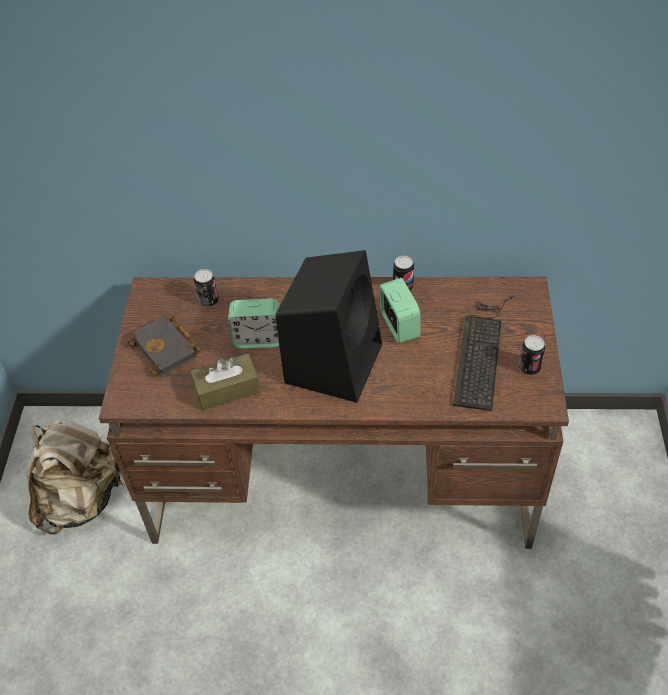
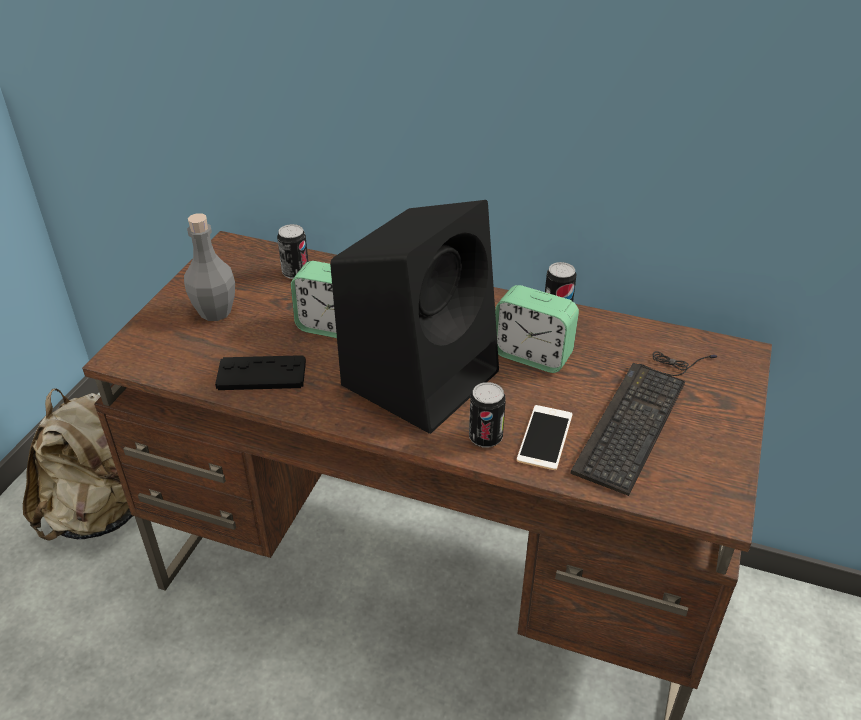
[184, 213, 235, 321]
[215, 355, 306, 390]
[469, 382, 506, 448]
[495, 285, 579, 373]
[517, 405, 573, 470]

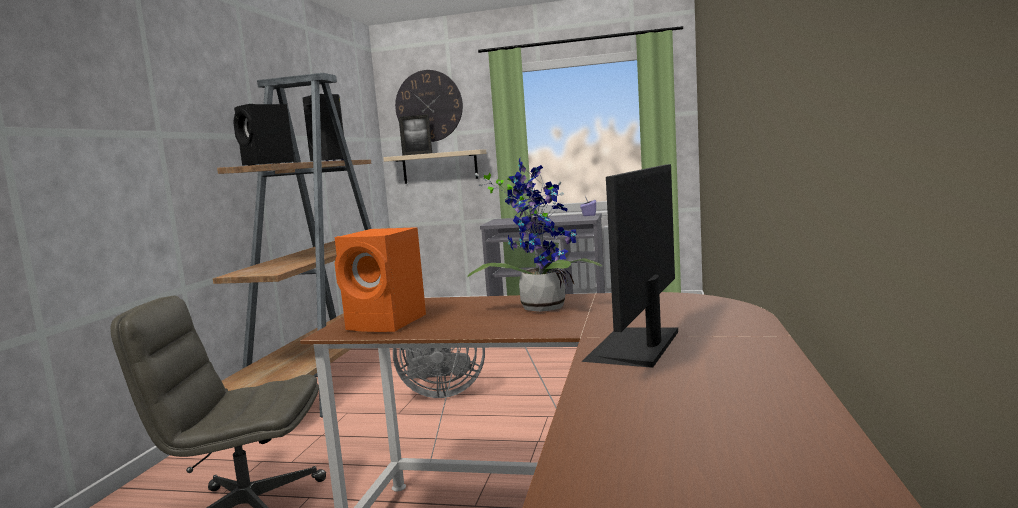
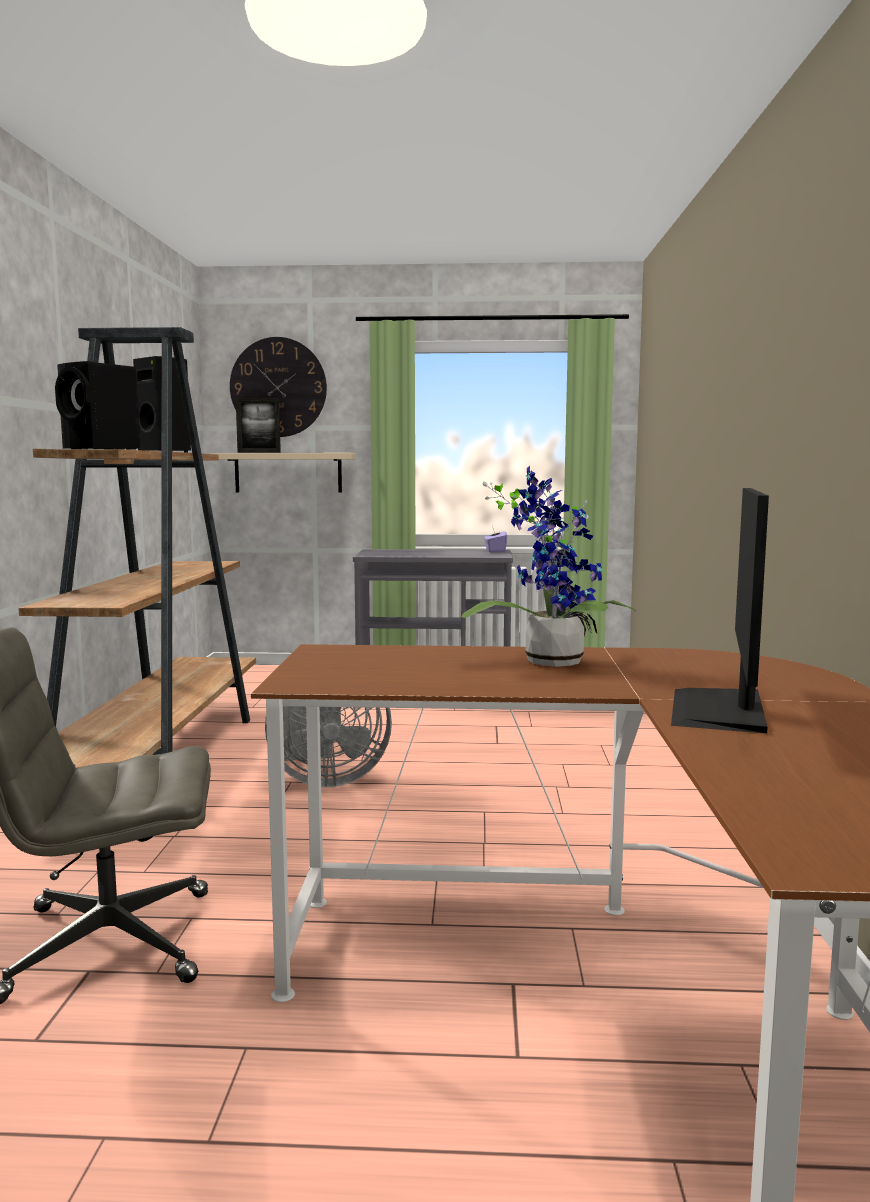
[335, 227, 426, 332] (first image)

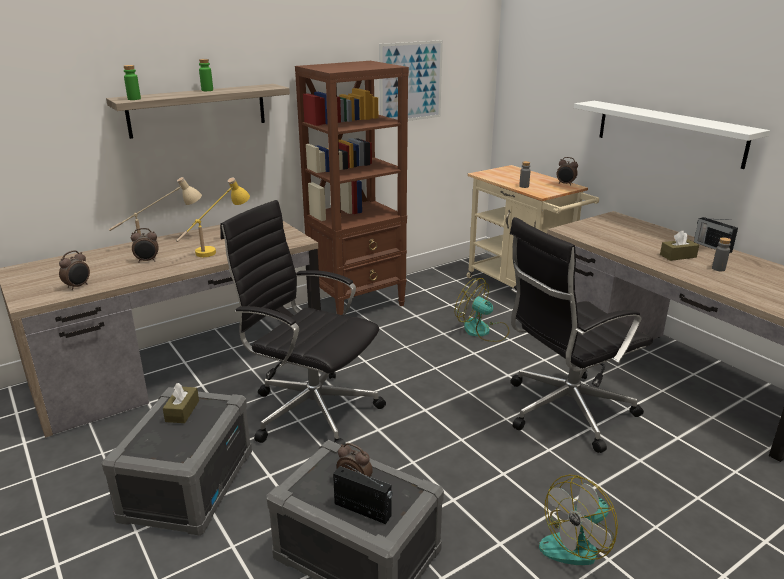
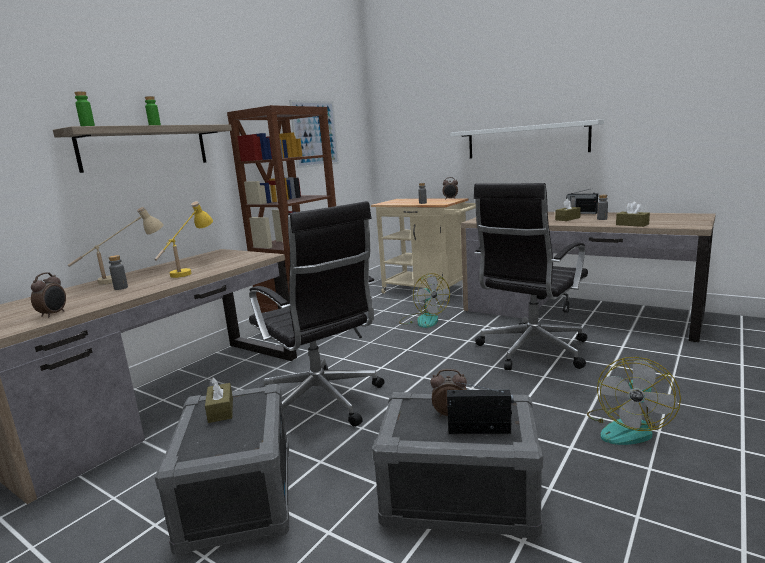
[108, 255, 128, 290]
[249, 201, 384, 427]
[399, 273, 450, 328]
[616, 202, 650, 227]

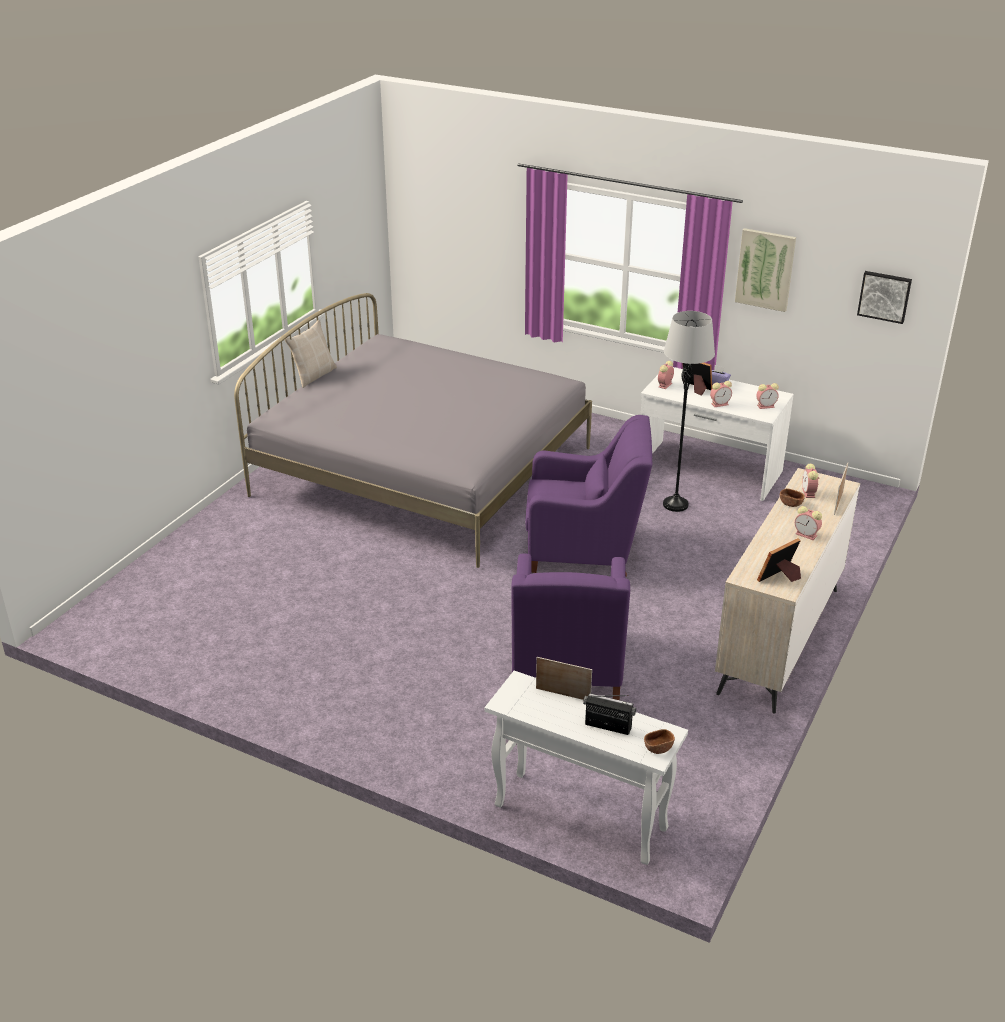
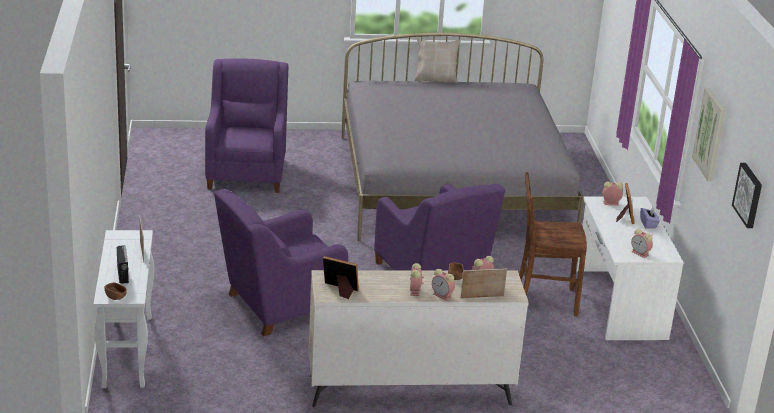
[205, 58, 289, 193]
[432, 269, 455, 301]
[519, 172, 587, 316]

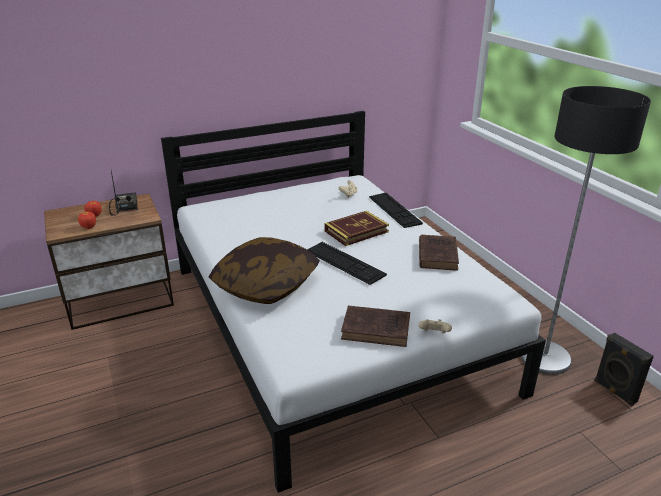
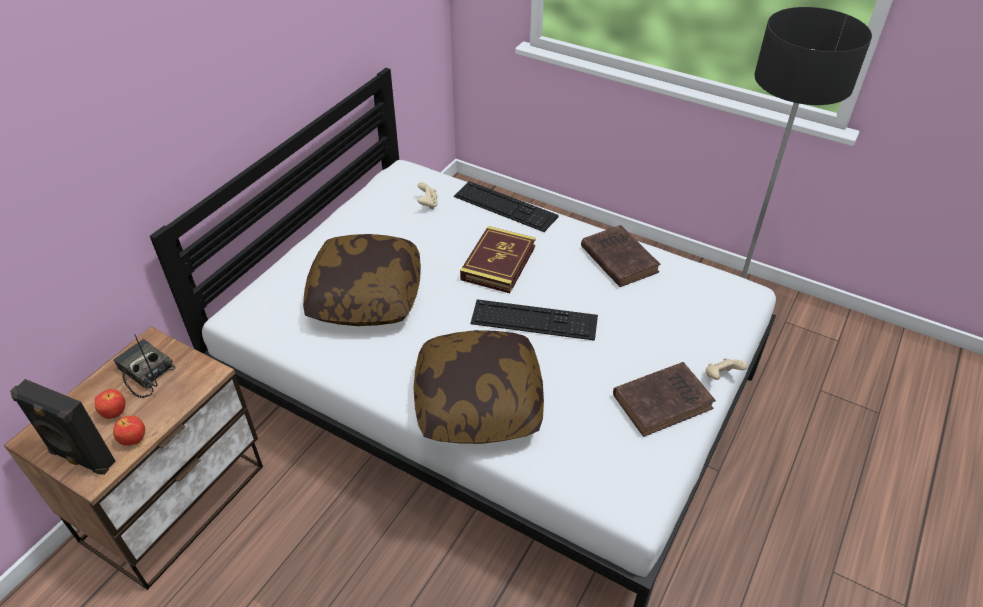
[10, 379, 115, 475]
[303, 234, 421, 326]

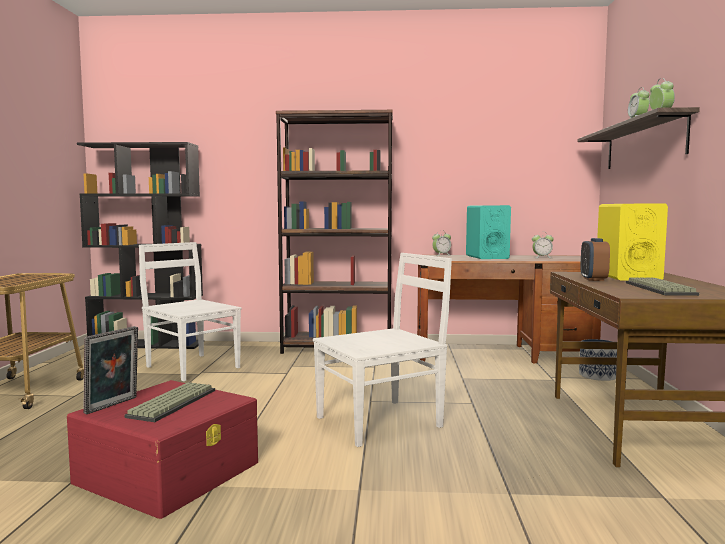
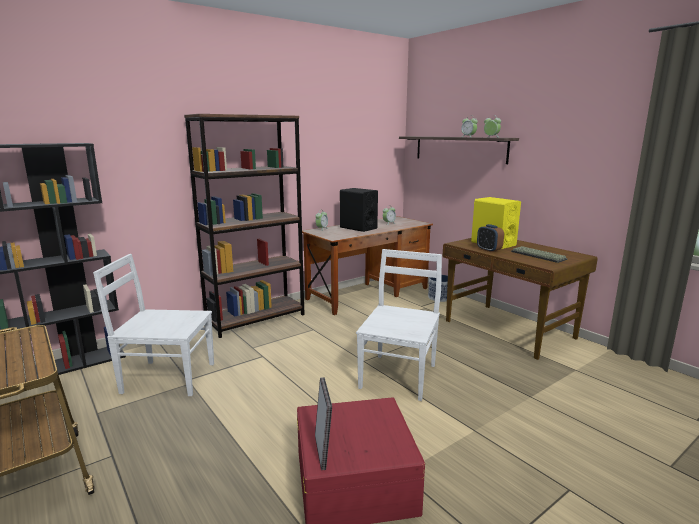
[340, 188, 378, 232]
[125, 382, 215, 422] (first image)

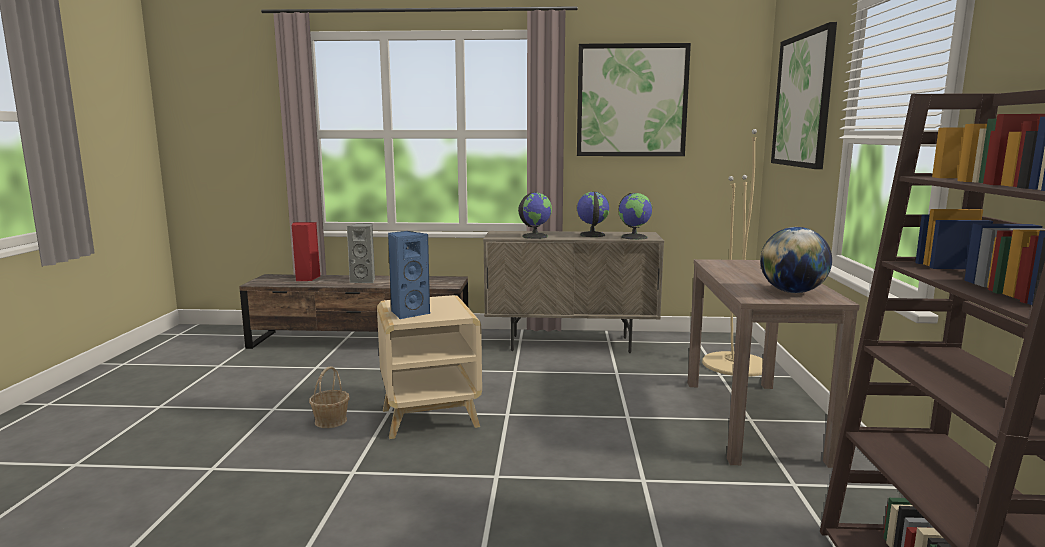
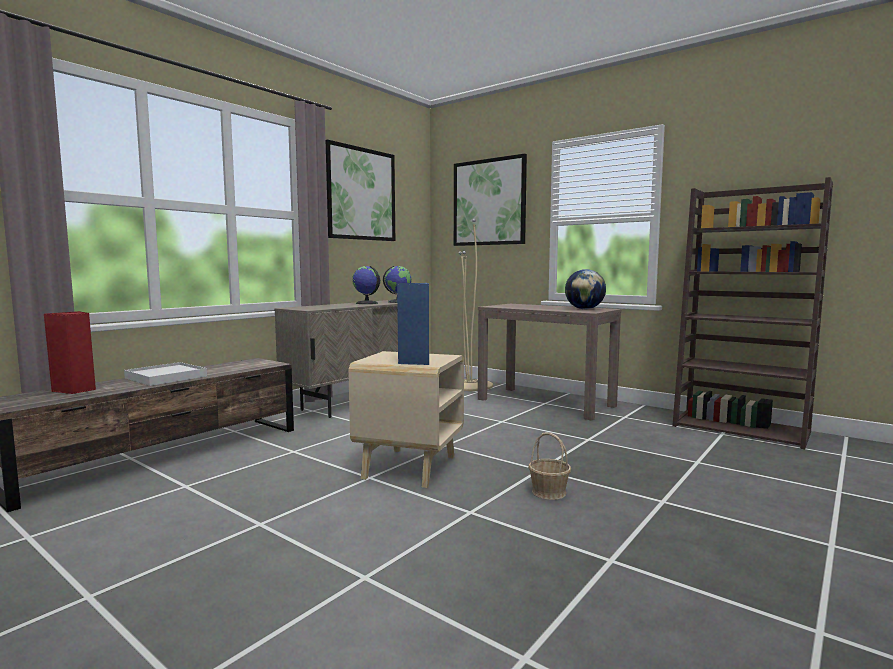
[124, 362, 207, 386]
[528, 432, 571, 500]
[518, 192, 552, 239] (first image)

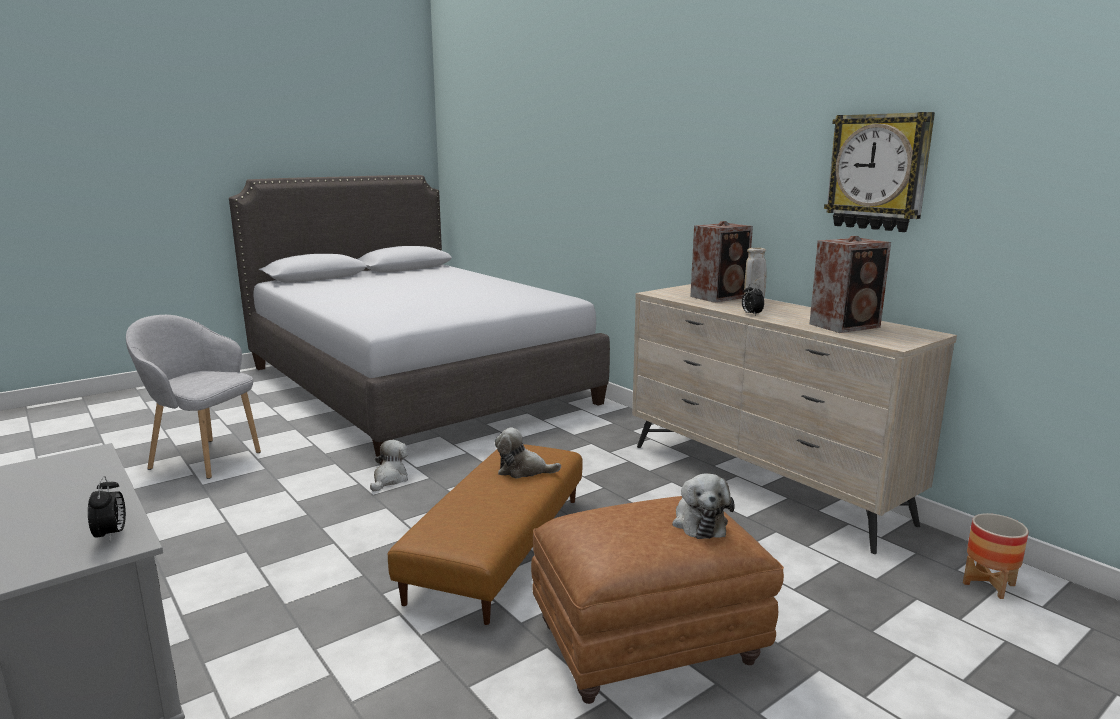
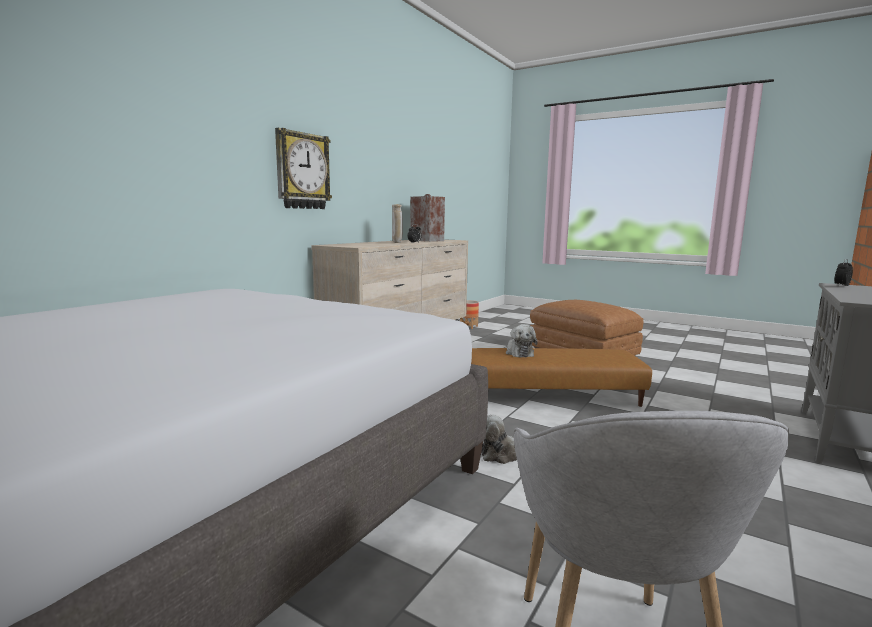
[275, 128, 332, 209]
[672, 473, 735, 539] (first image)
[690, 221, 753, 303] (first image)

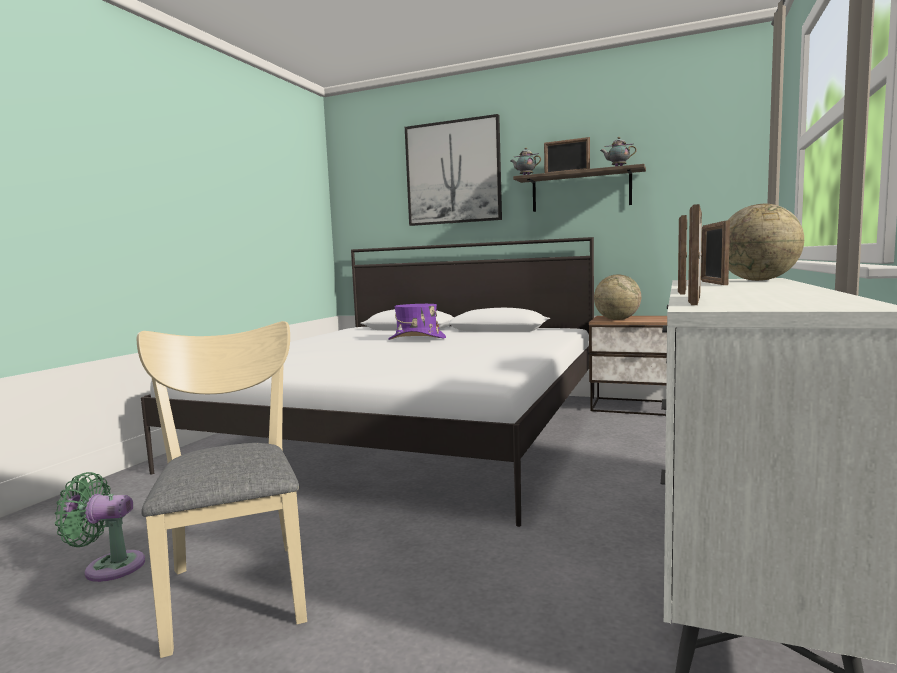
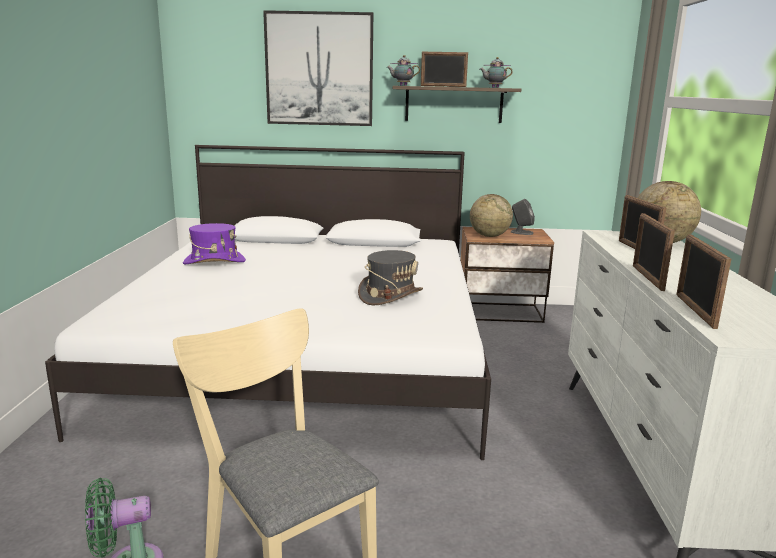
[183, 223, 246, 265]
[358, 250, 423, 306]
[511, 199, 535, 235]

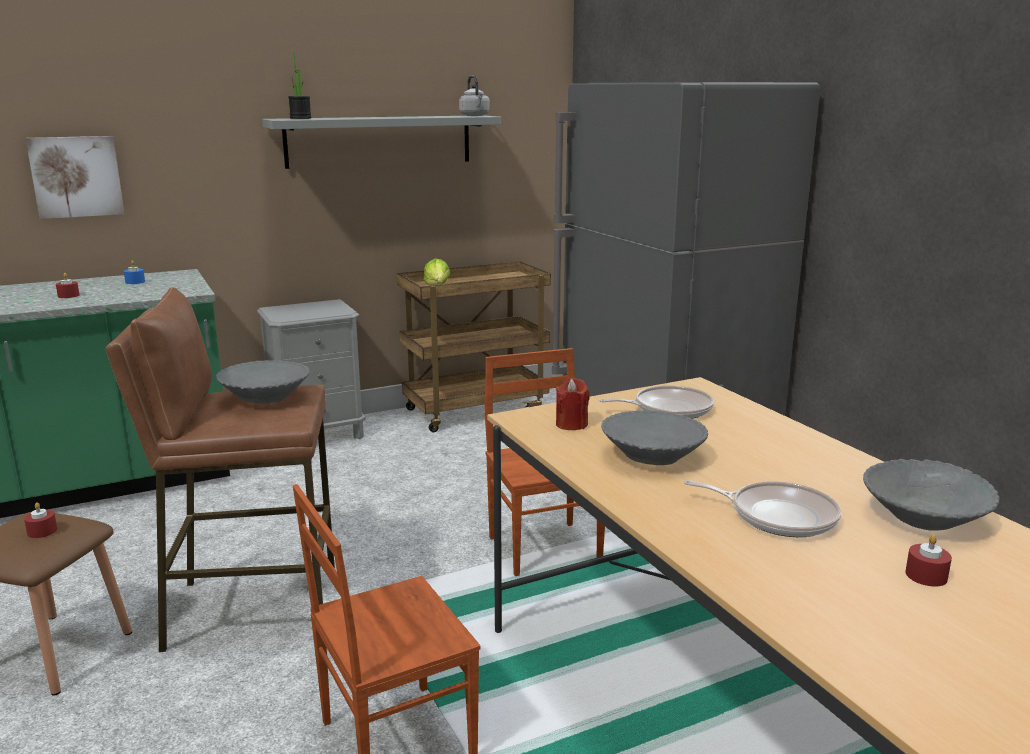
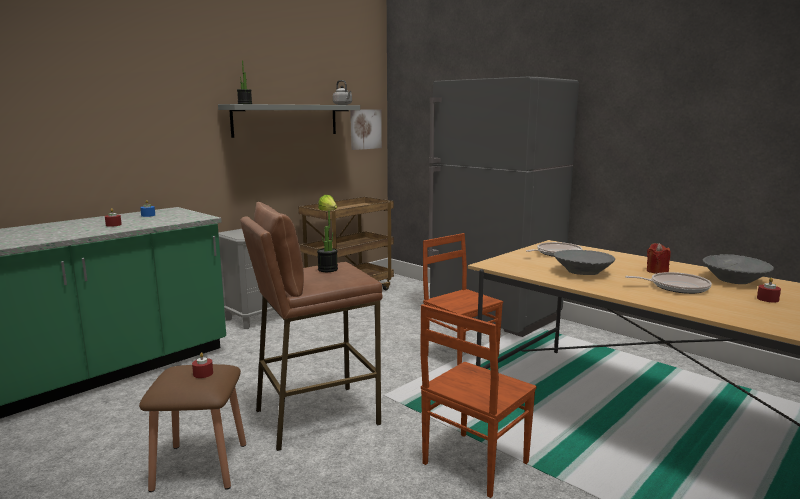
[317, 211, 338, 272]
[350, 109, 382, 150]
[647, 243, 671, 274]

